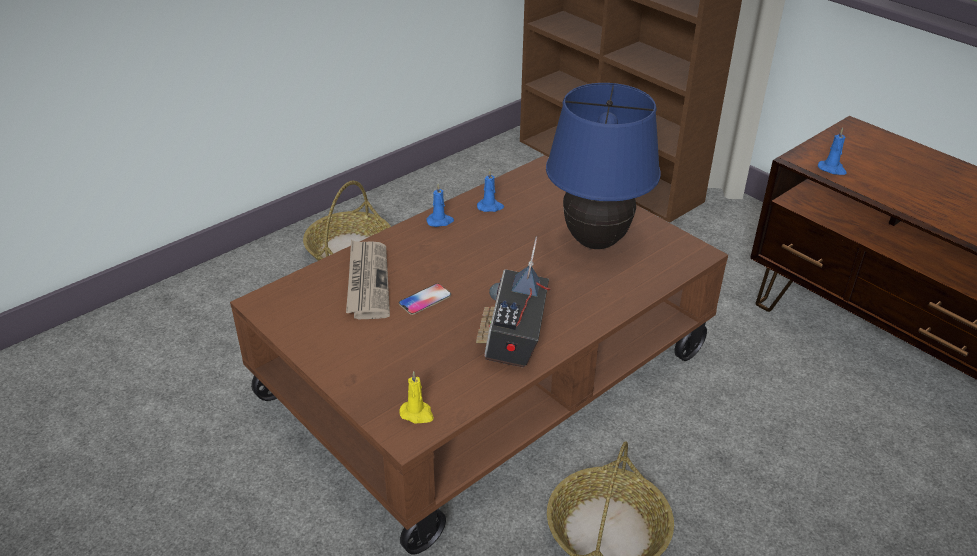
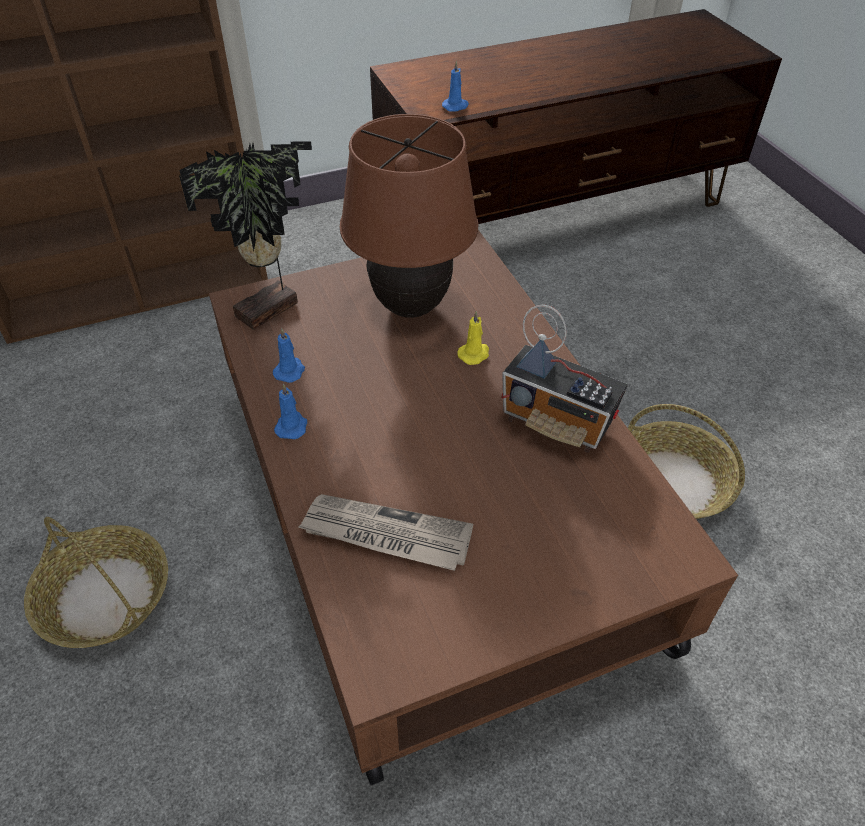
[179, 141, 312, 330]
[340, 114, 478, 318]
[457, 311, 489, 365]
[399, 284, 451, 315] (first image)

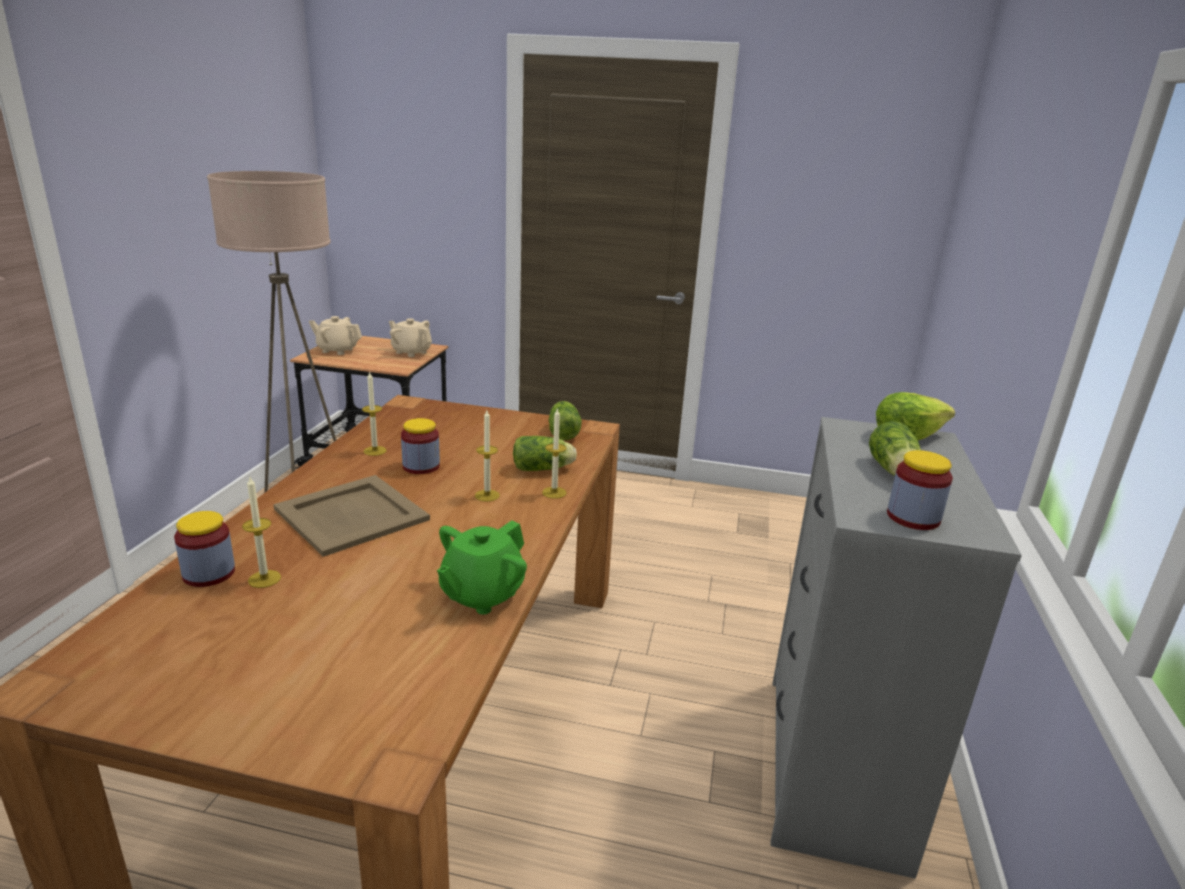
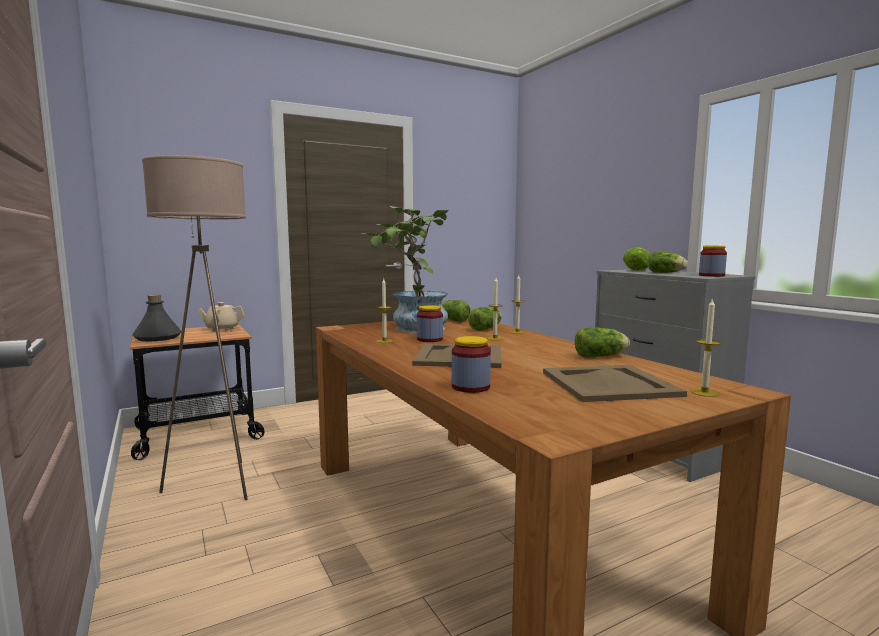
[132, 295, 182, 341]
[362, 206, 449, 333]
[543, 365, 687, 402]
[575, 327, 630, 357]
[691, 299, 721, 397]

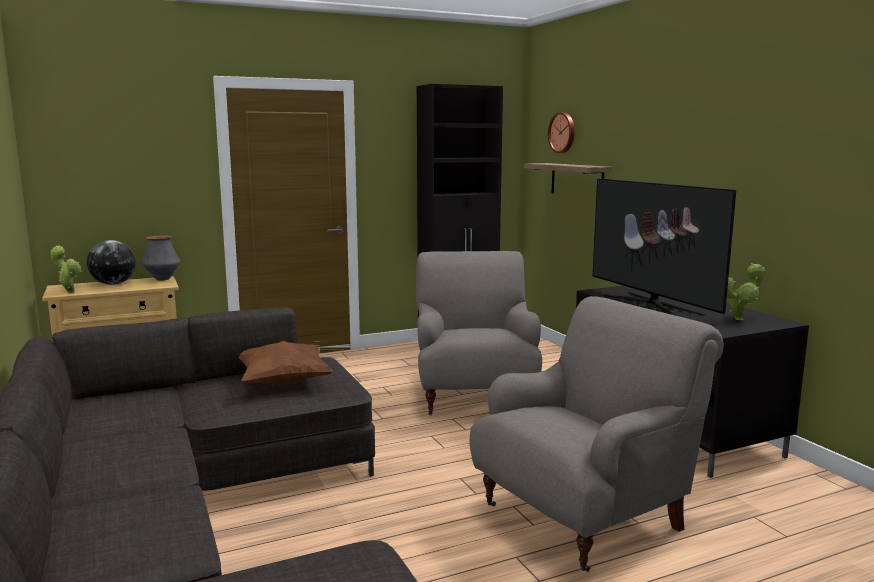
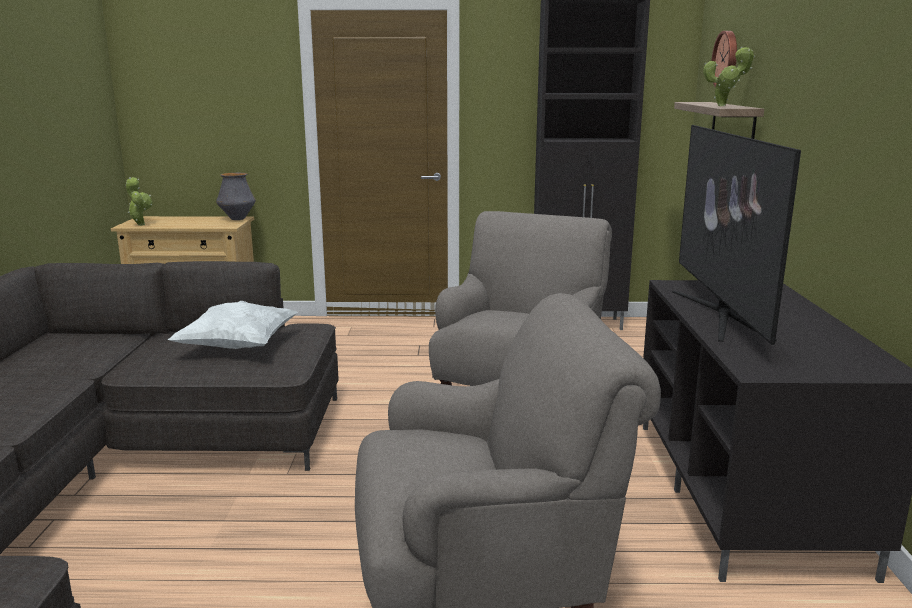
[168, 301, 297, 349]
[703, 47, 755, 106]
[87, 240, 136, 285] (first image)

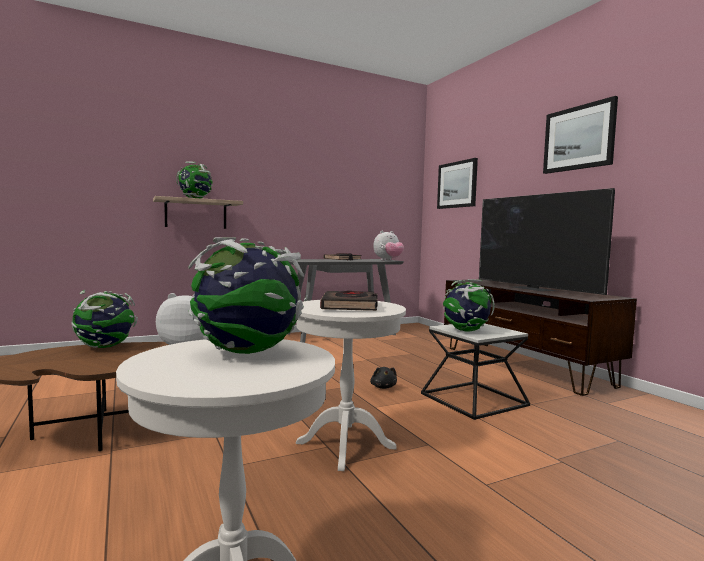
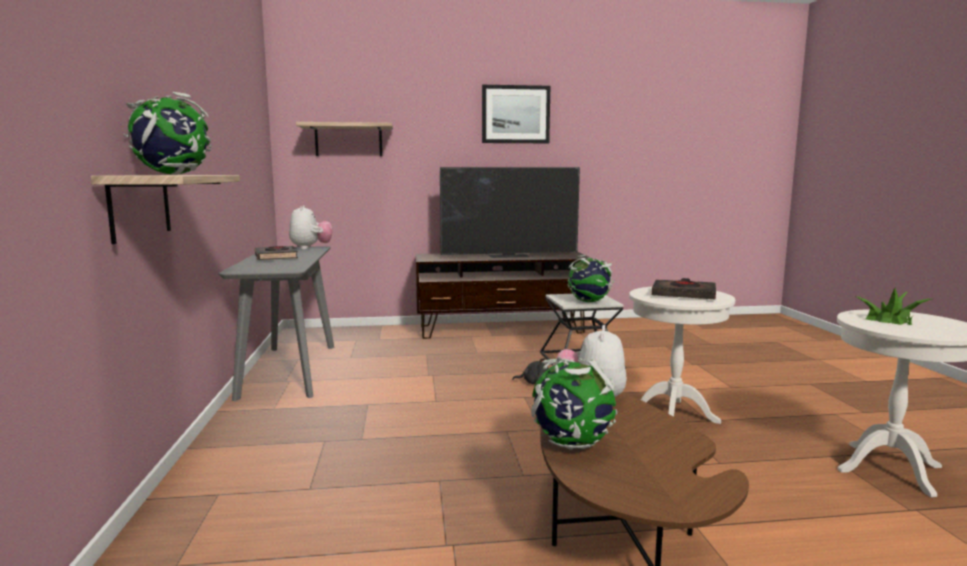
[296, 122, 393, 156]
[854, 287, 931, 325]

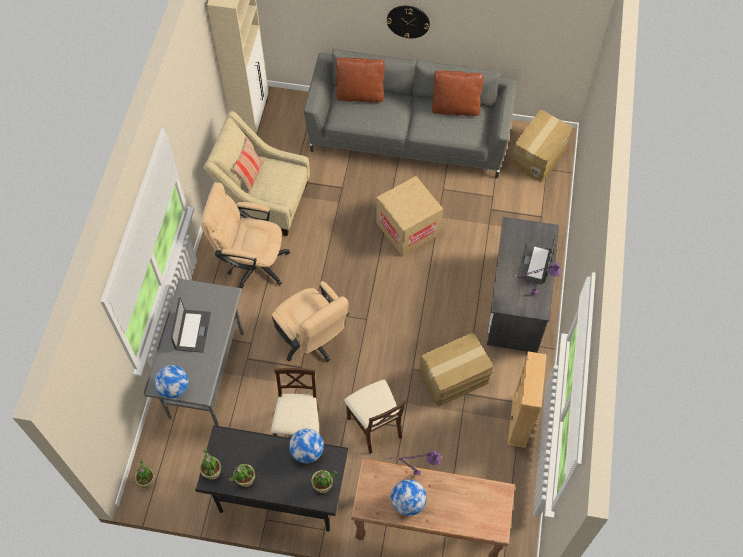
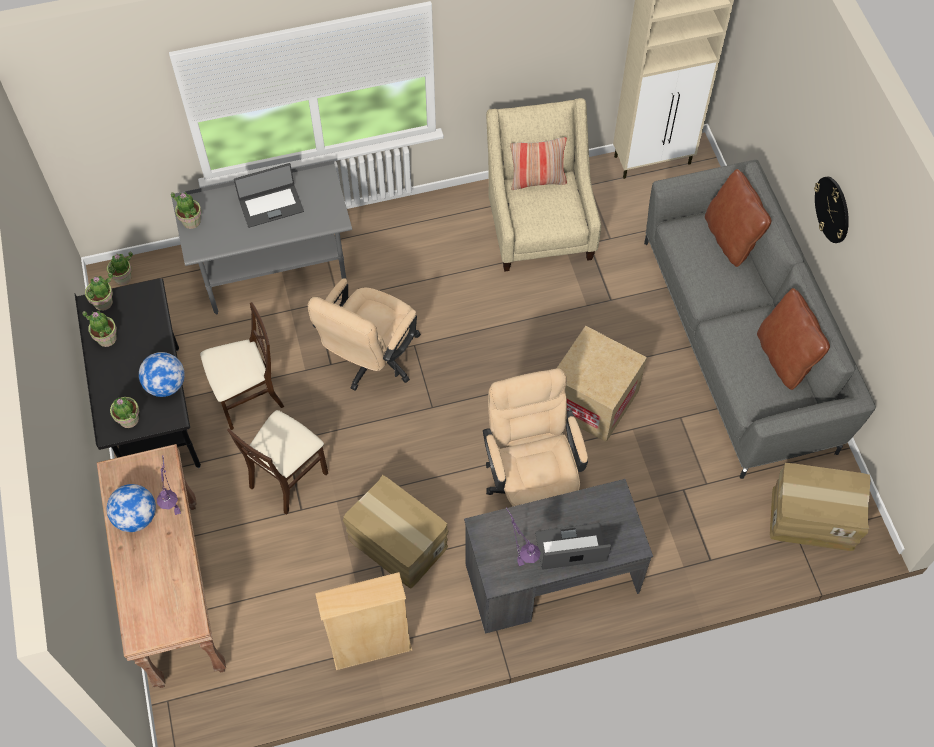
[171, 192, 201, 229]
[483, 368, 588, 506]

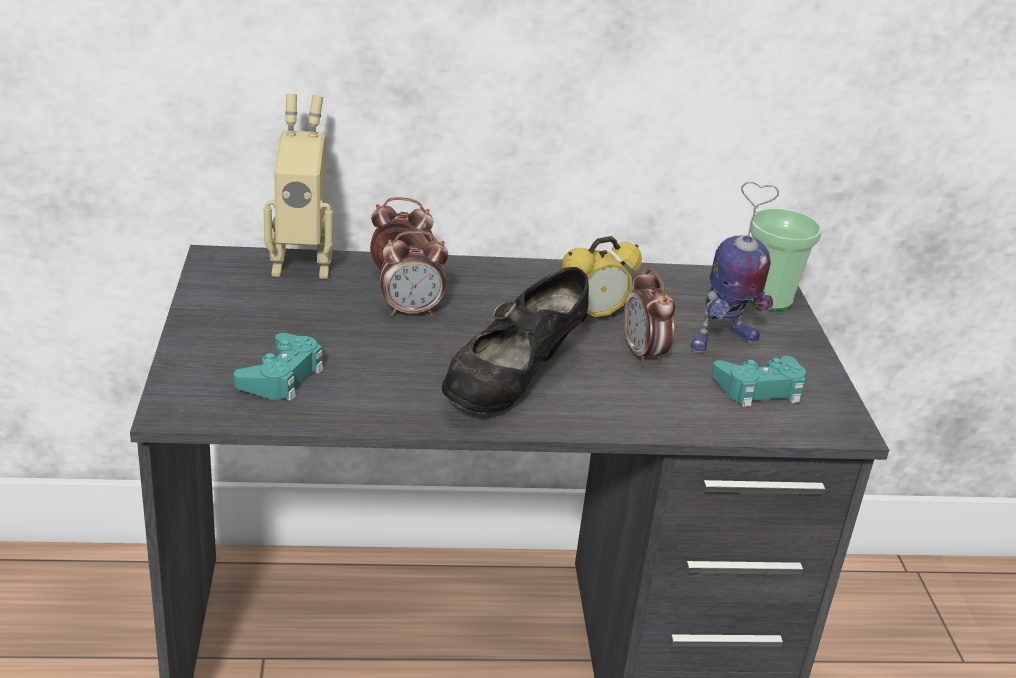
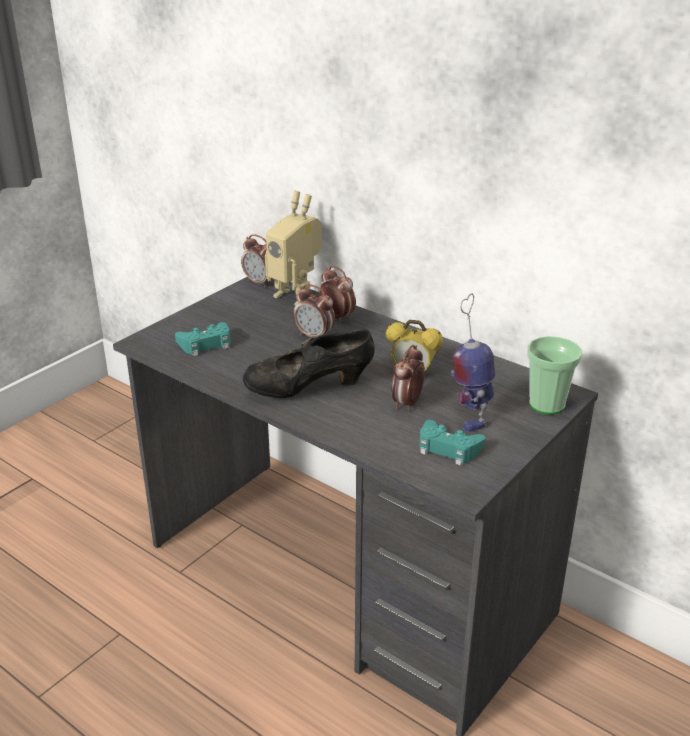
[241, 234, 272, 288]
[451, 293, 495, 432]

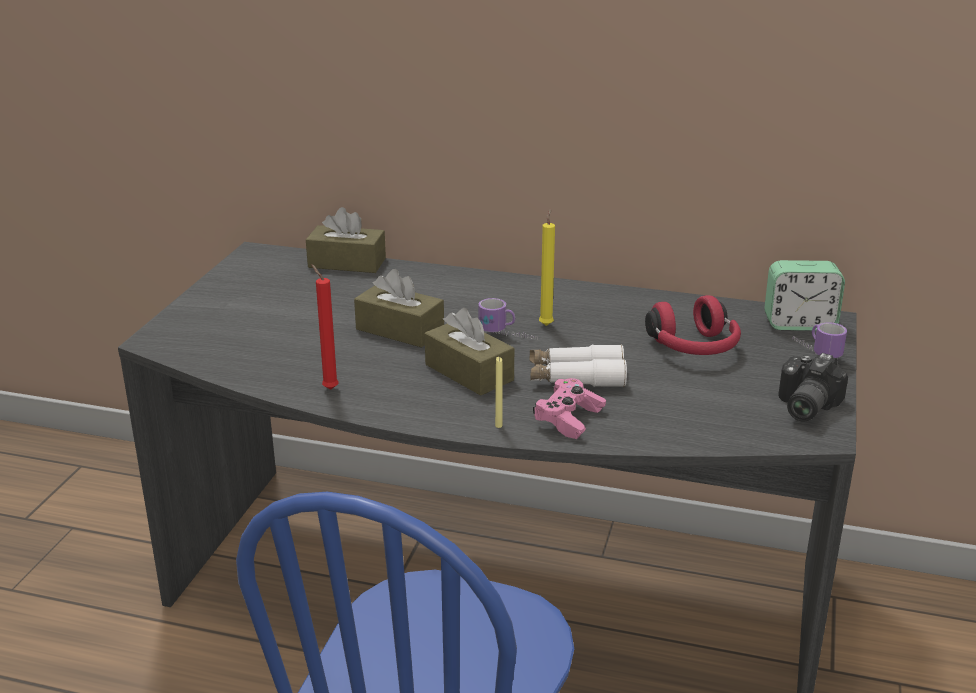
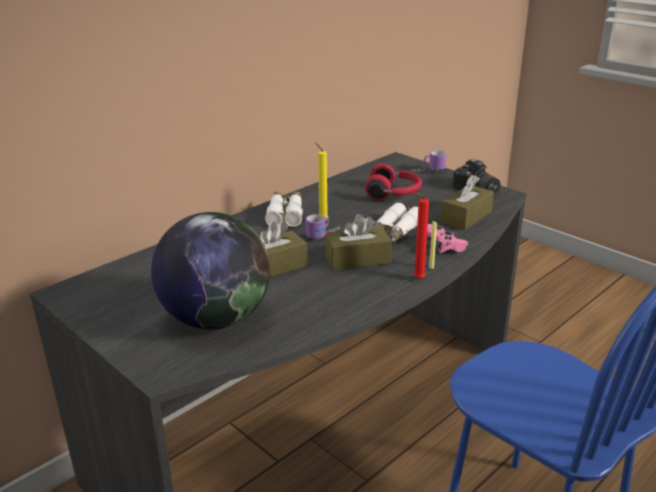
[151, 212, 270, 330]
[265, 192, 303, 227]
[414, 192, 429, 279]
[440, 175, 494, 230]
[764, 260, 845, 331] (first image)

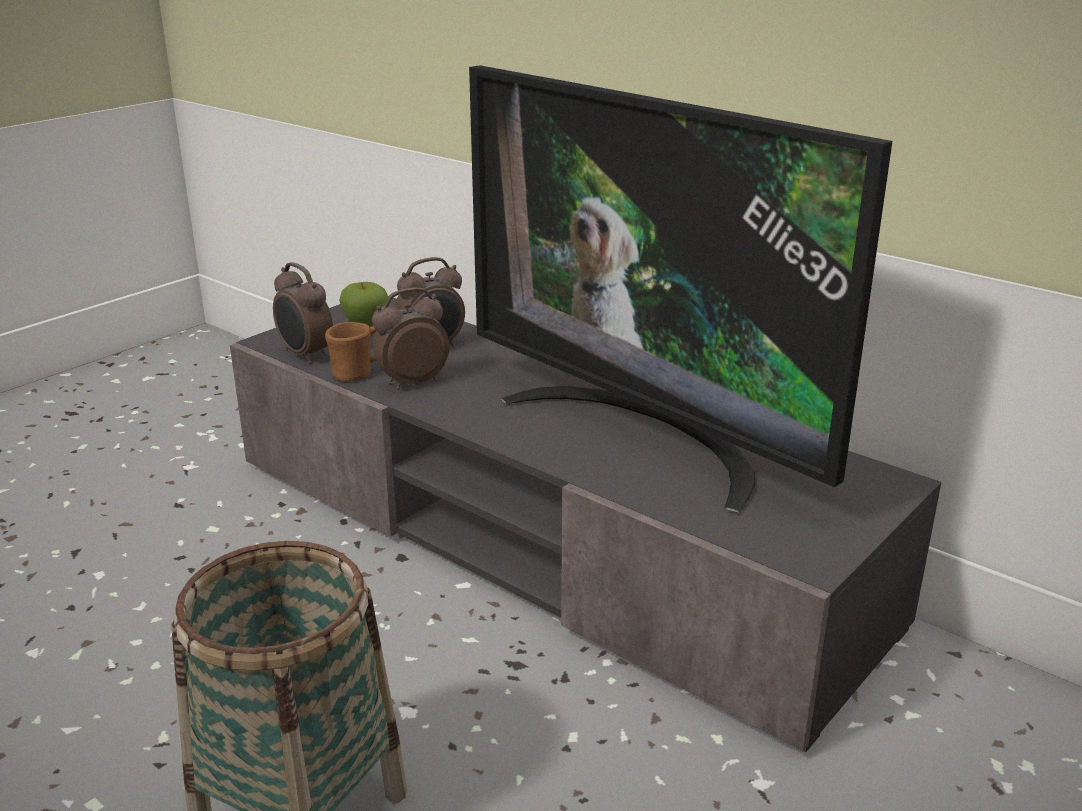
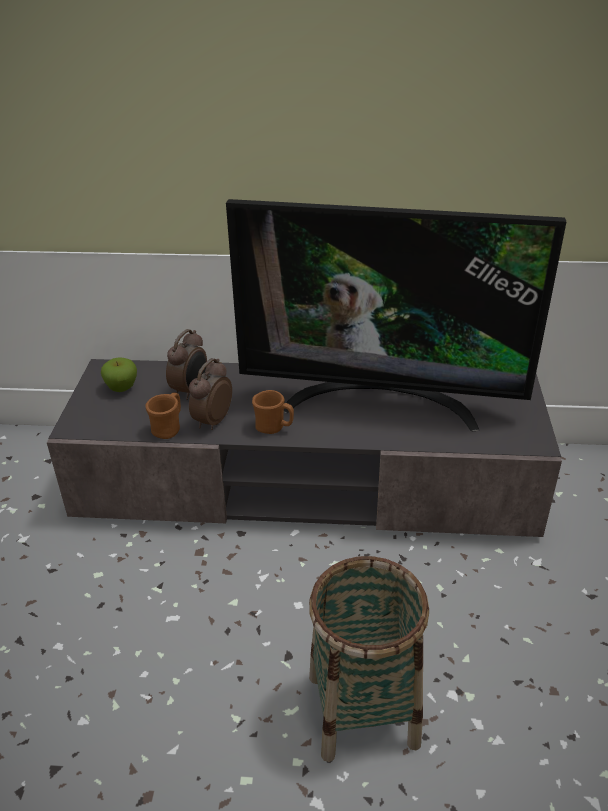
[252, 390, 294, 434]
[273, 262, 333, 364] (first image)

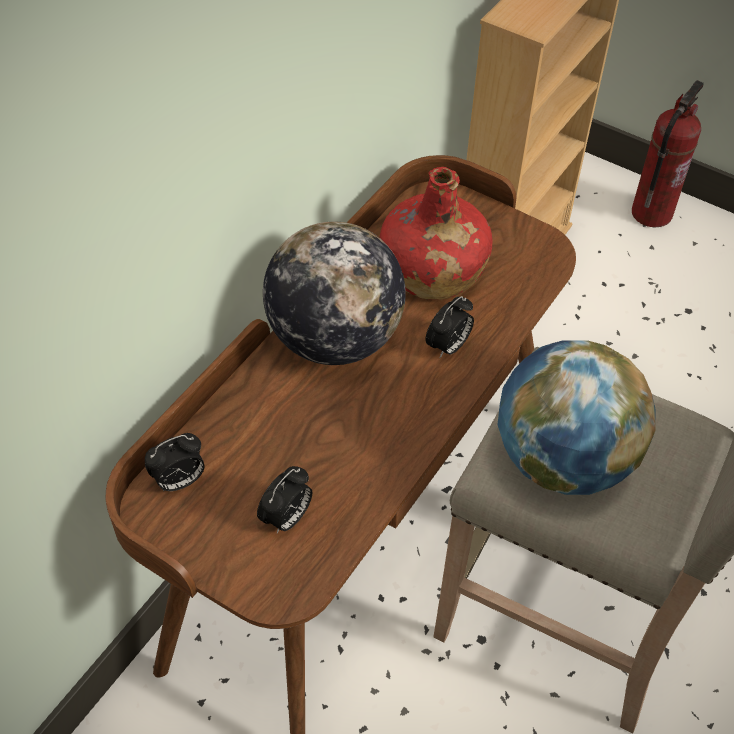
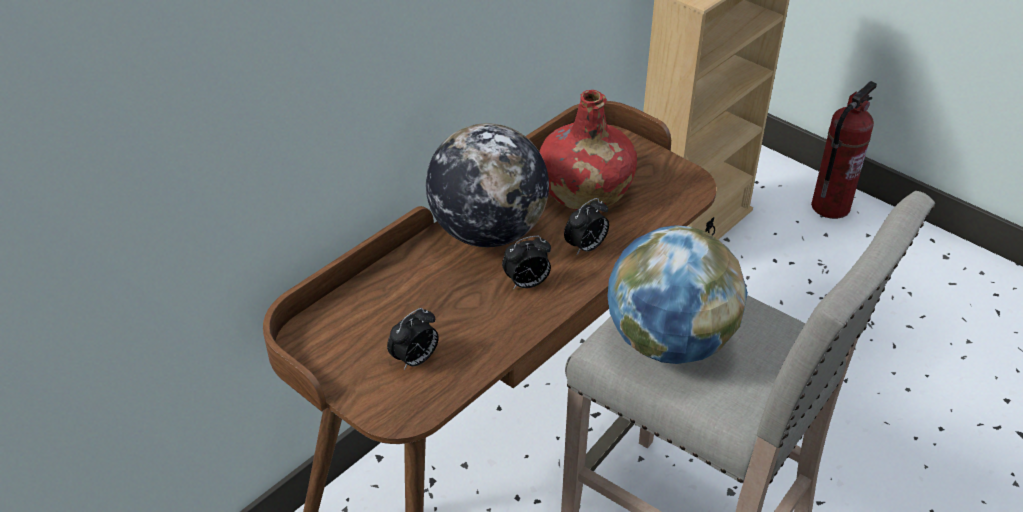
[502, 235, 551, 289]

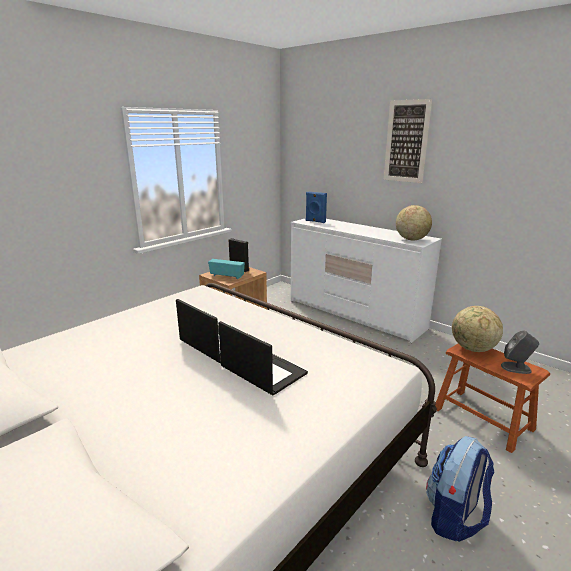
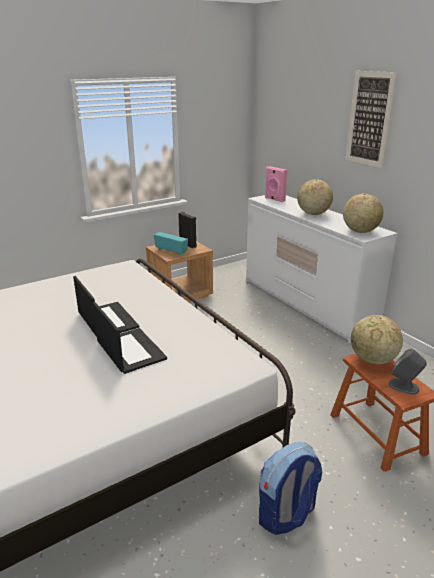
[265, 166, 287, 202]
[297, 179, 333, 215]

